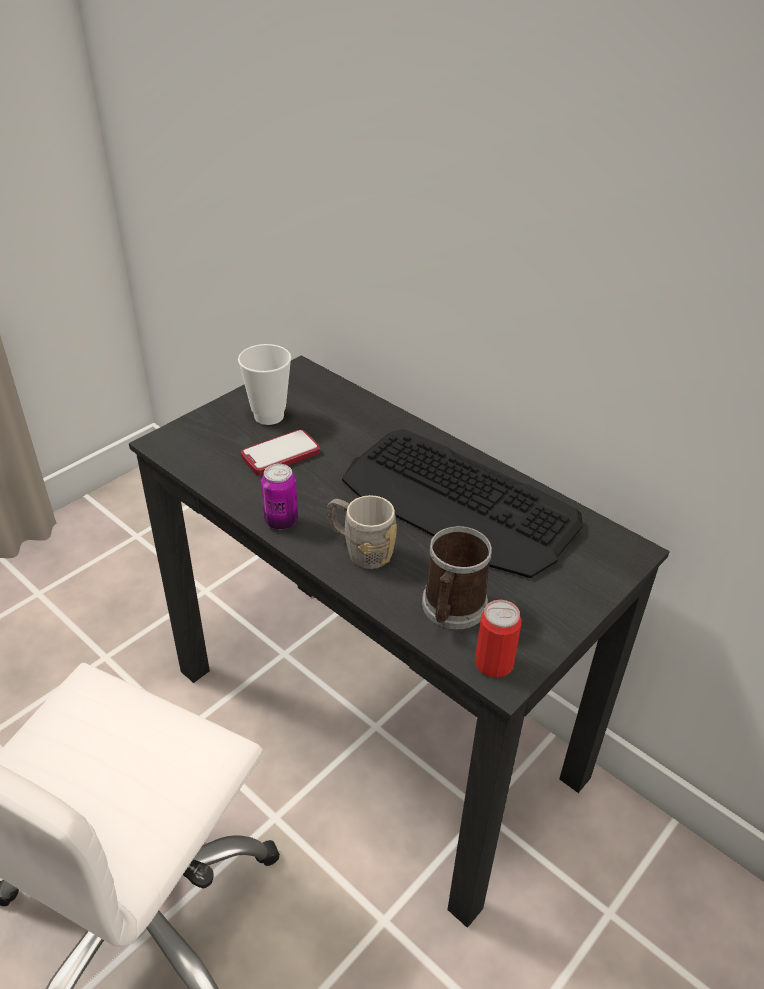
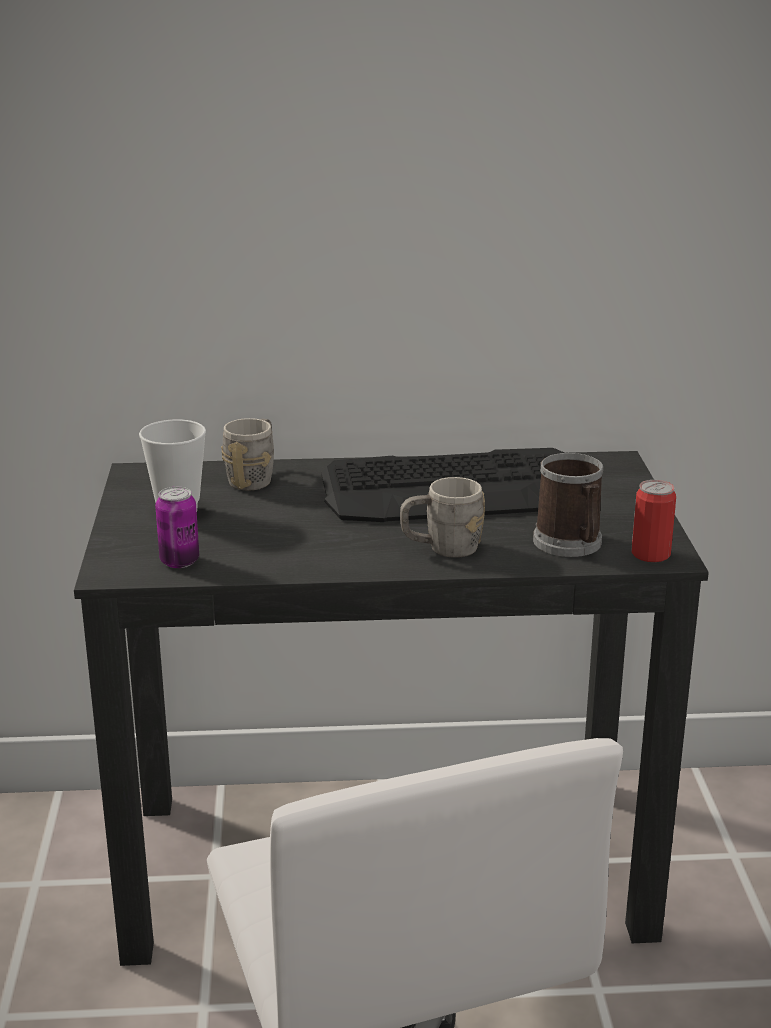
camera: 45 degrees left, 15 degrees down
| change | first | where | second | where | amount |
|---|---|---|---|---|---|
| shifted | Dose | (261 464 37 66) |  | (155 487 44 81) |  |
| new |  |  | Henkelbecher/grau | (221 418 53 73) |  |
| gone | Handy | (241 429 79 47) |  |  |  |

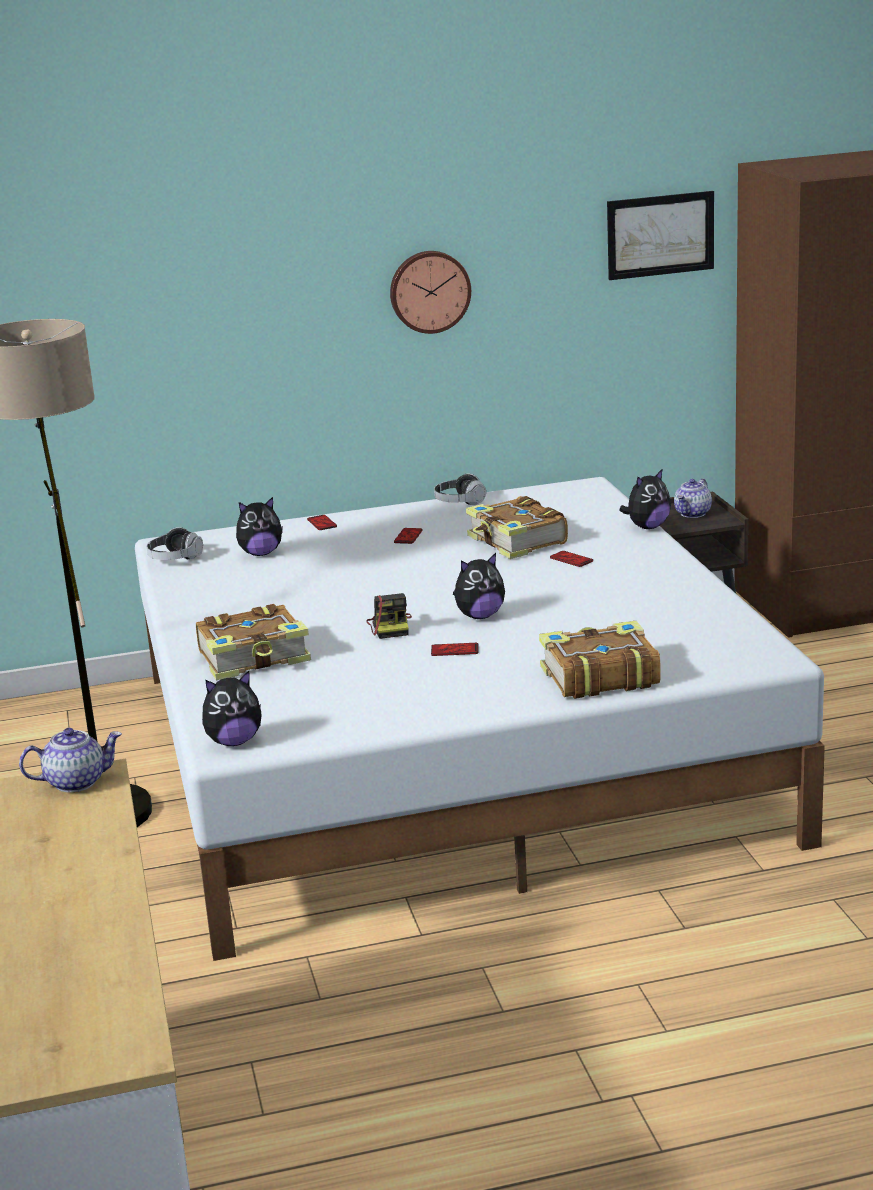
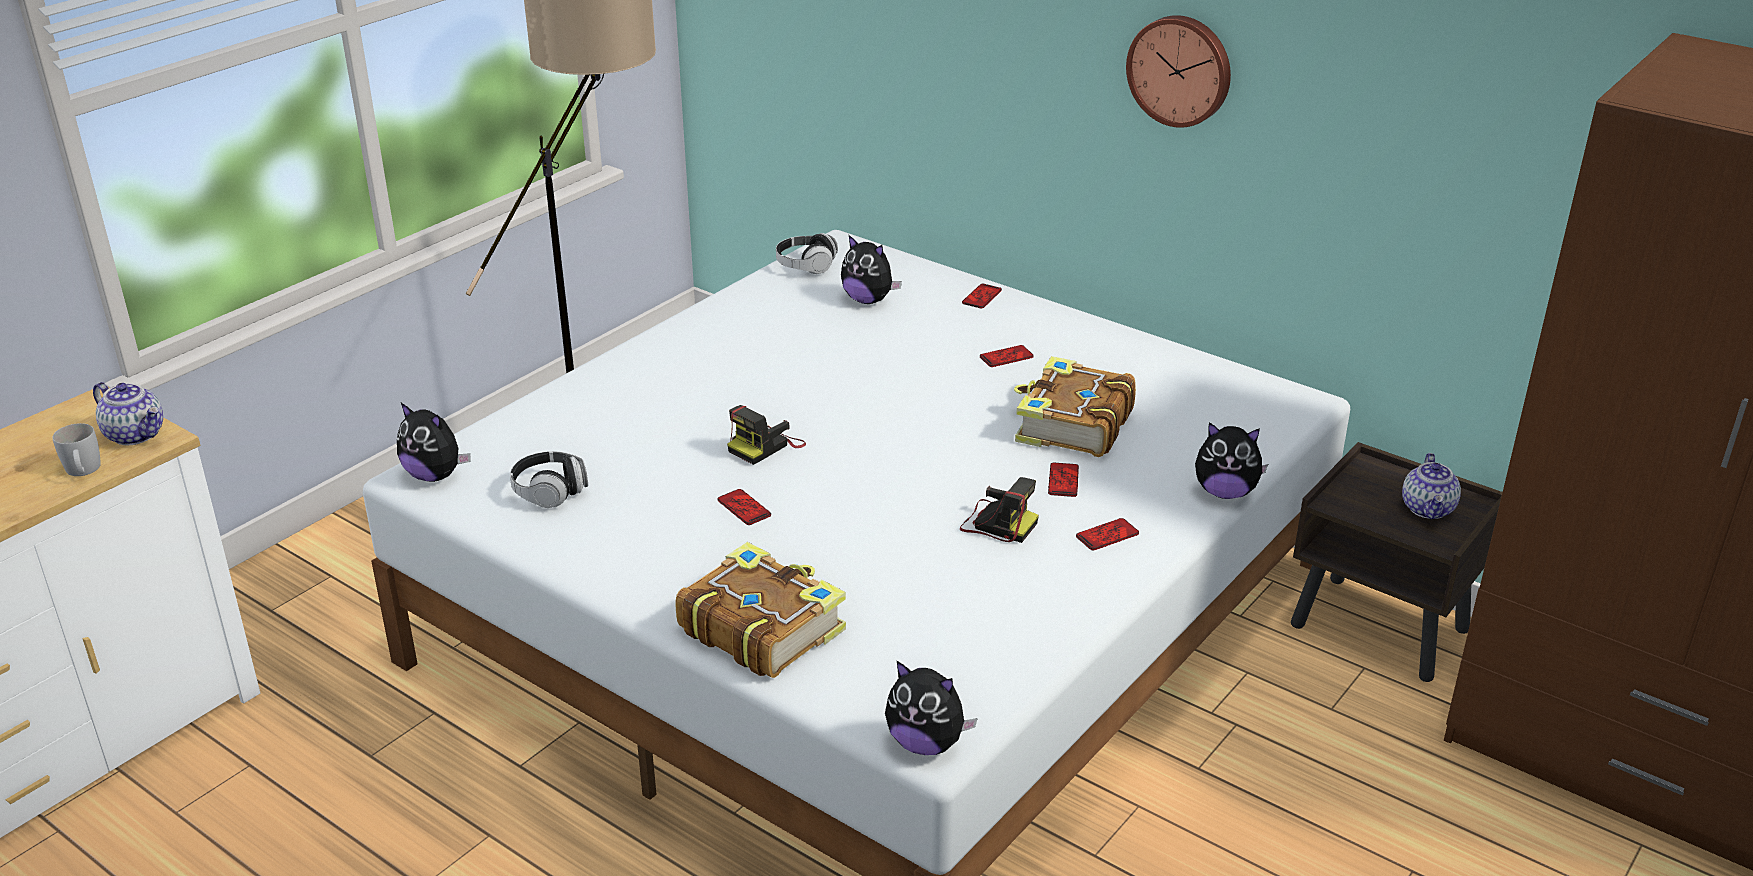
camera: 50 degrees right, 10 degrees up
| change | first | where | second | where | amount |
|---|---|---|---|---|---|
| new |  |  | Henkelbecher/weiß | (52 423 49 53) |  |
| shifted | Kopfhörer | (434 473 52 32) |  | (510 451 78 57) |  |
| shifted | Plüschtier | (453 553 52 66) |  | (885 661 93 94) |  |
| new |  |  | Kamera | (960 477 79 66) |  |
| new |  |  | Handy | (1076 518 63 32) |  |
| rotated | Teekanne | (674 478 38 40) |  | (1402 453 59 66) | 75 degrees counterclockwise |
| gone | Buch | (196 604 115 77) |  |  |  |
| gone | Bild | (607 191 107 89) |  |  |  |

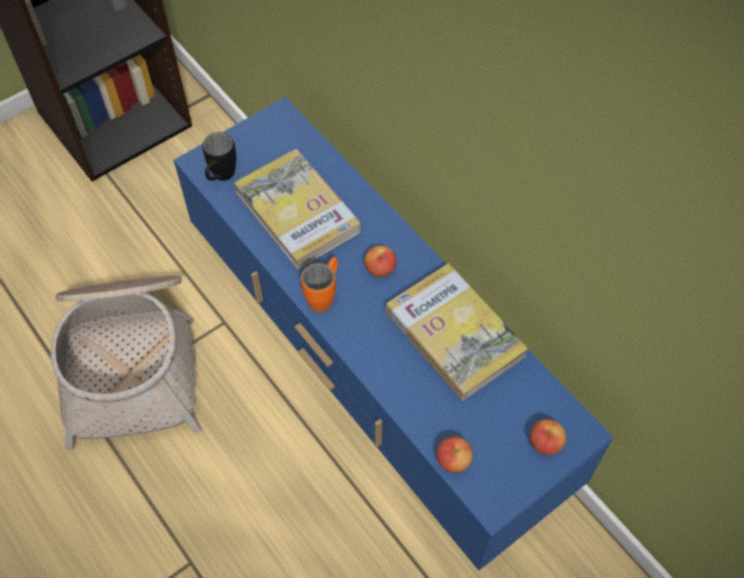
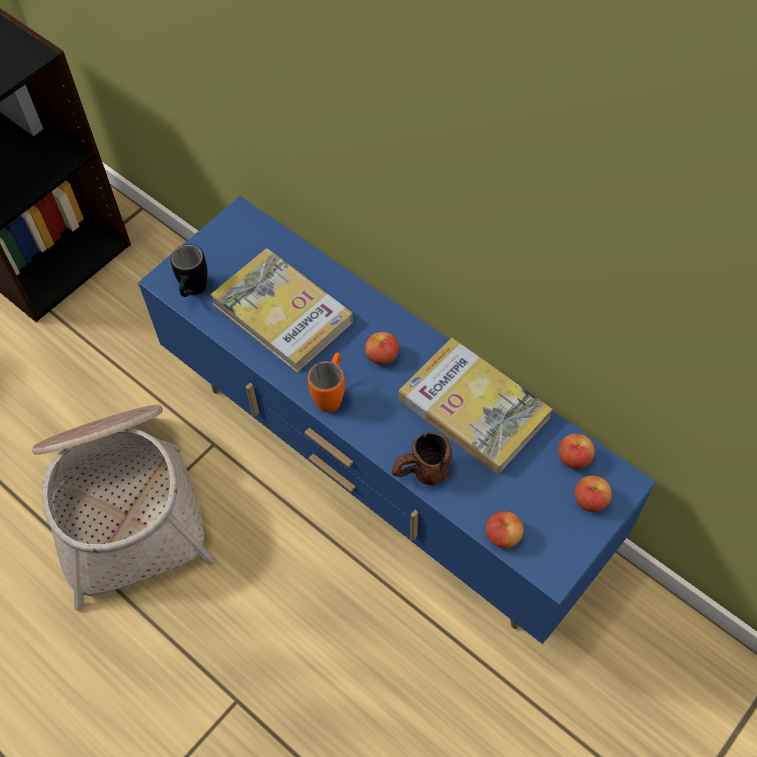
camera: 10 degrees left, 0 degrees up
| change | first | where | second | where | amount |
|---|---|---|---|---|---|
| new |  |  | Henkelbecher/braun | (392 432 61 53) |  |
| new |  |  | Apfel | (558 434 37 35) |  |

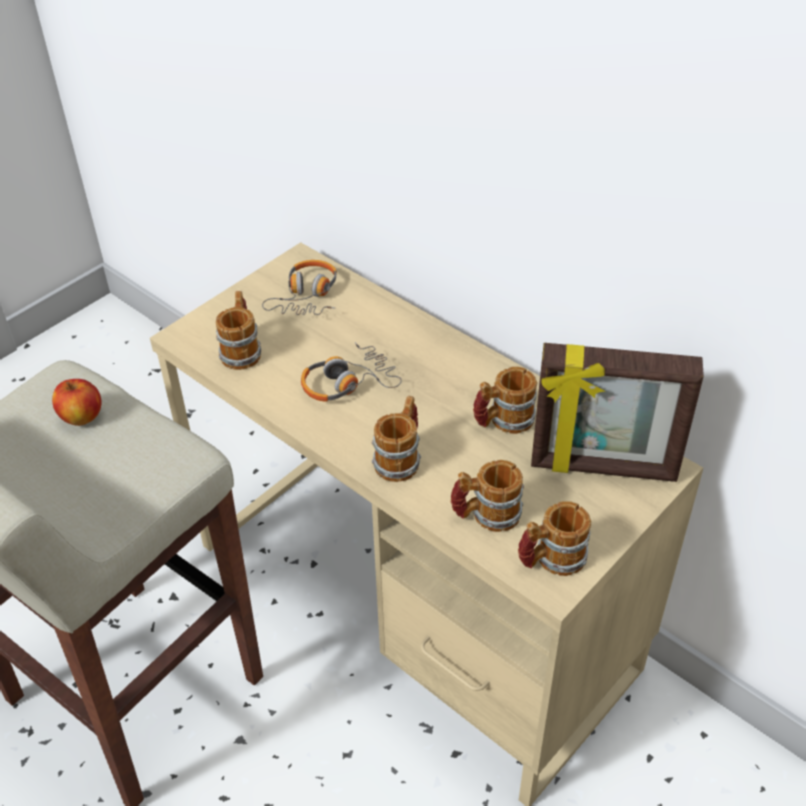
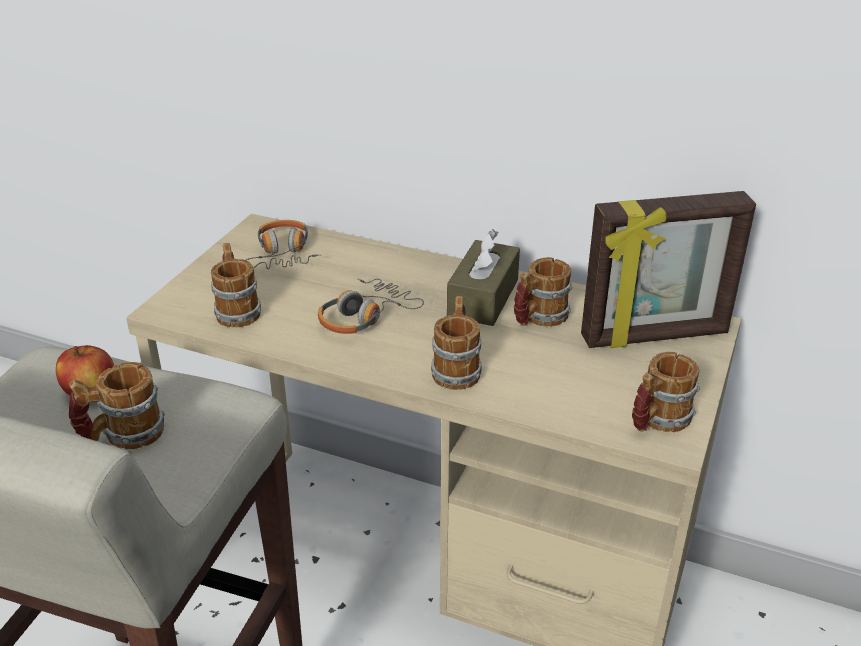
camera: 20 degrees left, 10 degrees down
| change | first | where | second | where | amount |
|---|---|---|---|---|---|
| shifted | Henkelbecher | (451 460 73 72) |  | (69 362 96 87) |  |
| new |  |  | Taschentuchbox/braun | (447 229 73 97) |  |

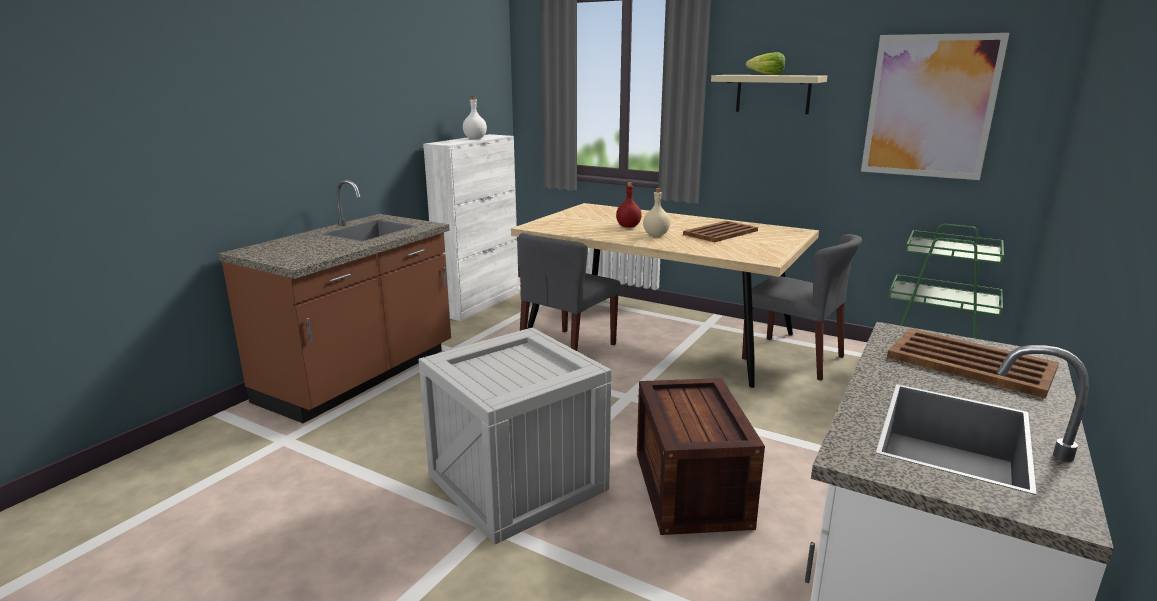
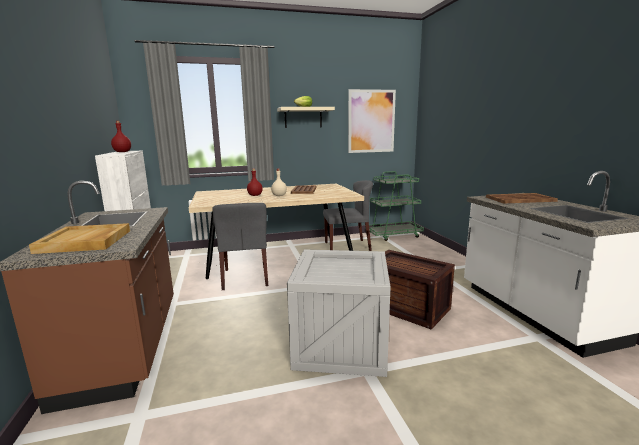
camera: 45 degrees left, 5 degrees down
| change | first | where | second | where | amount |
|---|---|---|---|---|---|
| new |  |  | Tablett/beige | (29 223 101 31) |  |
| repainted | Flasche/weiß | (463 96 24 43) | Flasche/rot | (111 121 20 31) |  |

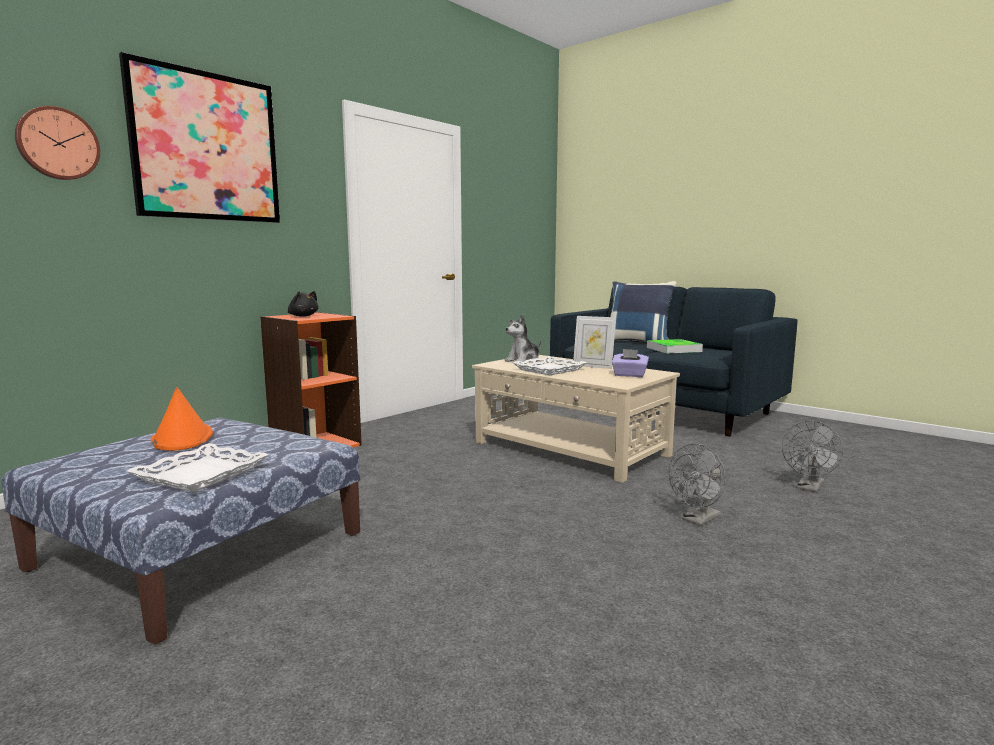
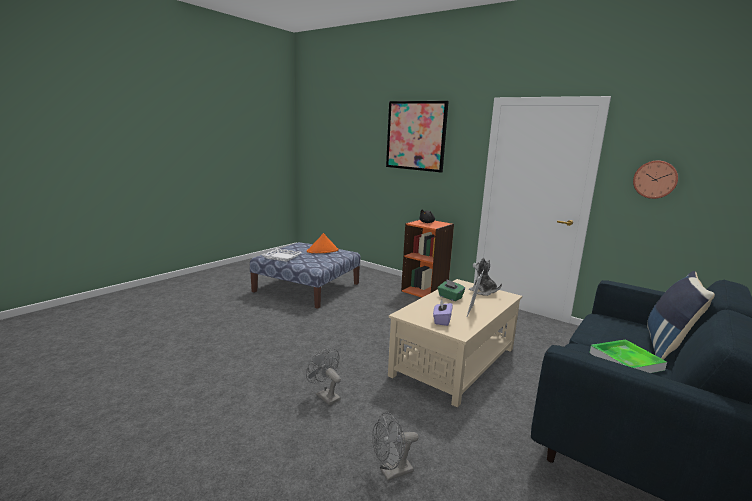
camera: 85 degrees right, 5 degrees up
| change | first | where | second | where | amount |
|---|---|---|---|---|---|
| rotated | Ventilator/grau | (782 421 61 71) |  | (372 412 47 69) | 60 degrees counterclockwise |
| swapped | Tablett/weiß | (513 356 73 19) | Taschentuchbox/grün | (438 279 27 22) |  |
| shifted | Wanduhr | (15 106 85 74) |  | (633 161 45 38) |  |

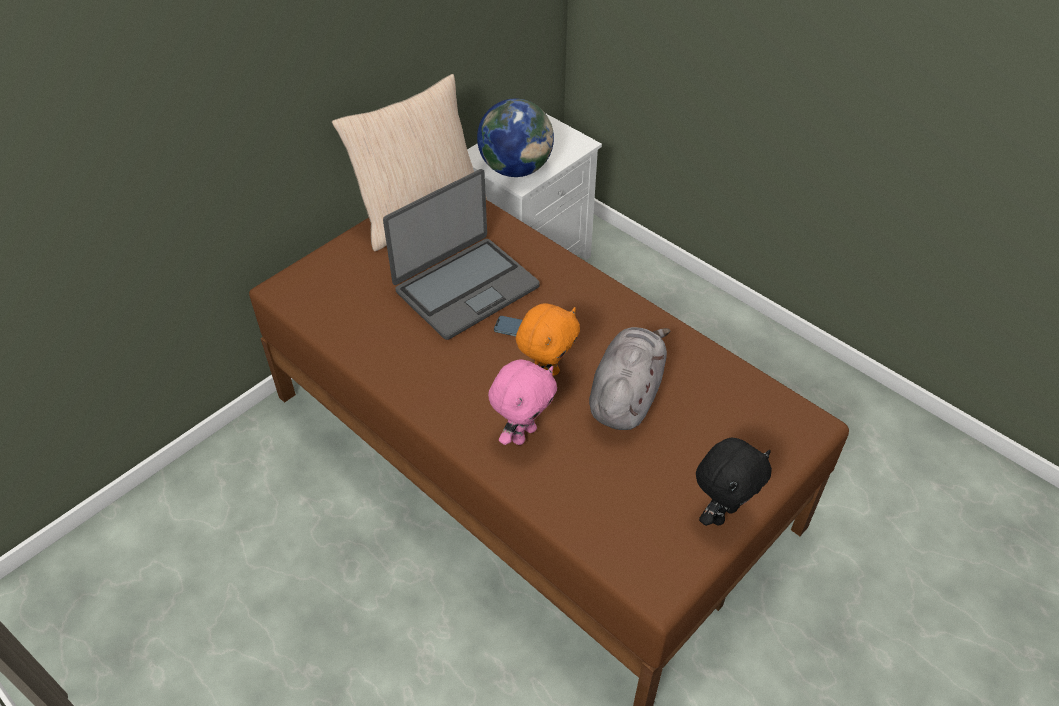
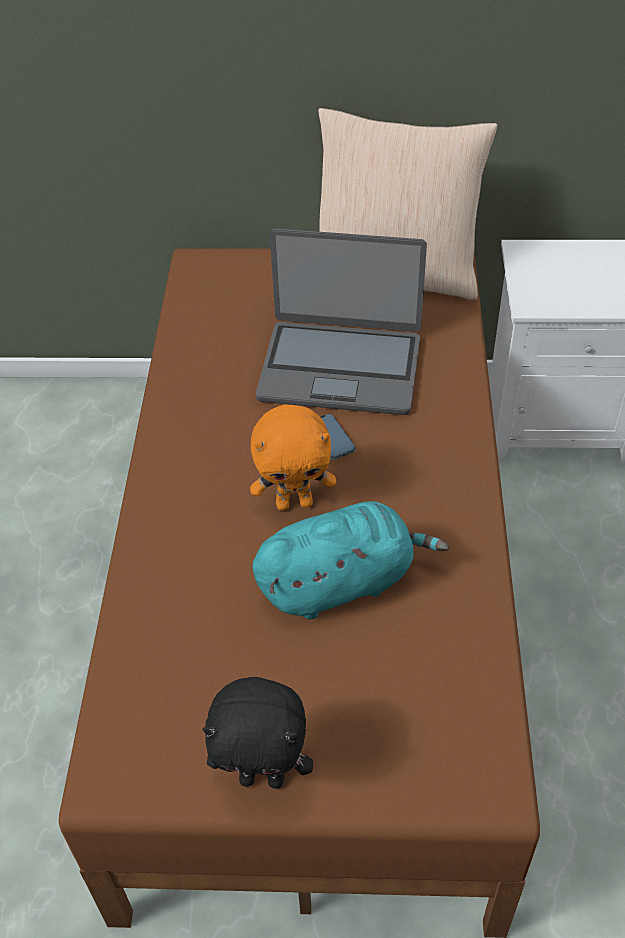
camera: 50 degrees right, 0 degrees up
| change | first | where | second | where | amount |
|---|---|---|---|---|---|
| repainted | Plüschtier/grau | (589 327 81 103) | Plüschtier/türkis | (252 501 197 118) |  |
| gone | Globus | (477 99 77 78) |  |  |  |
| gone | Plüschtier/rosa | (488 360 69 85) |  |  |  |

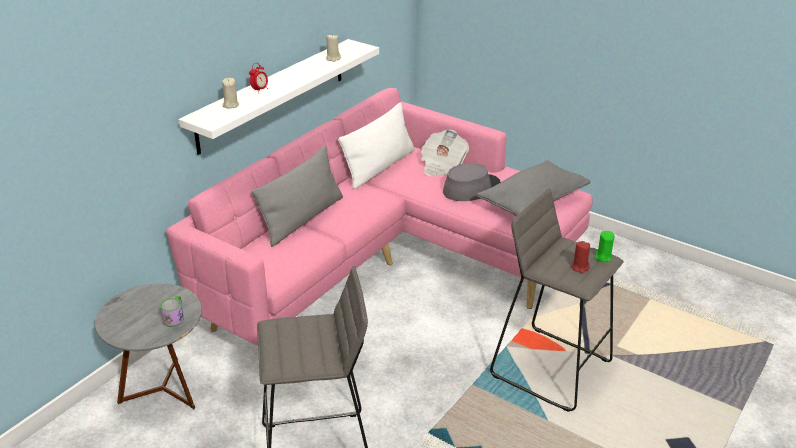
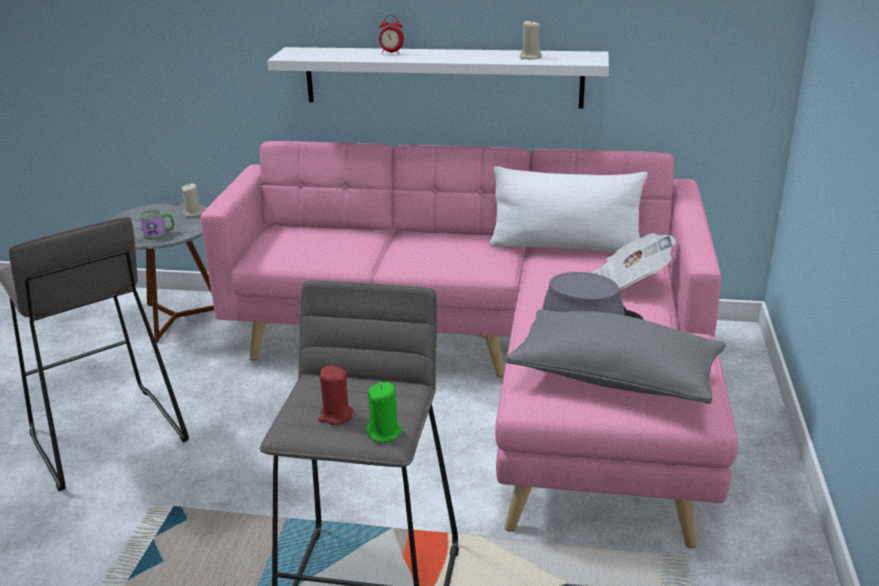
camera: 65 degrees right, 5 degrees down
| change | first | where | second | where | amount |
|---|---|---|---|---|---|
| shifted | Kerze/beige | (222 78 17 31) |  | (181 184 23 33) |  |
| gone | Kissen/grau | (252 146 91 101) |  |  |  |

